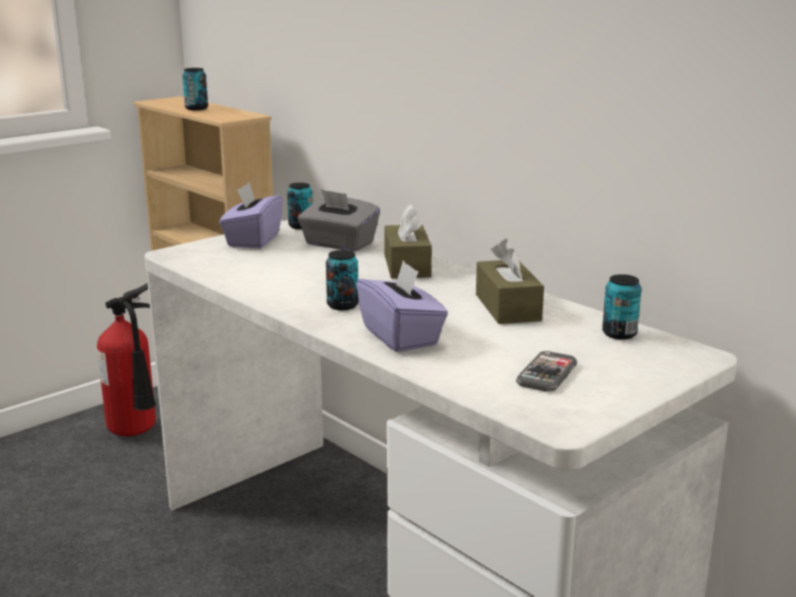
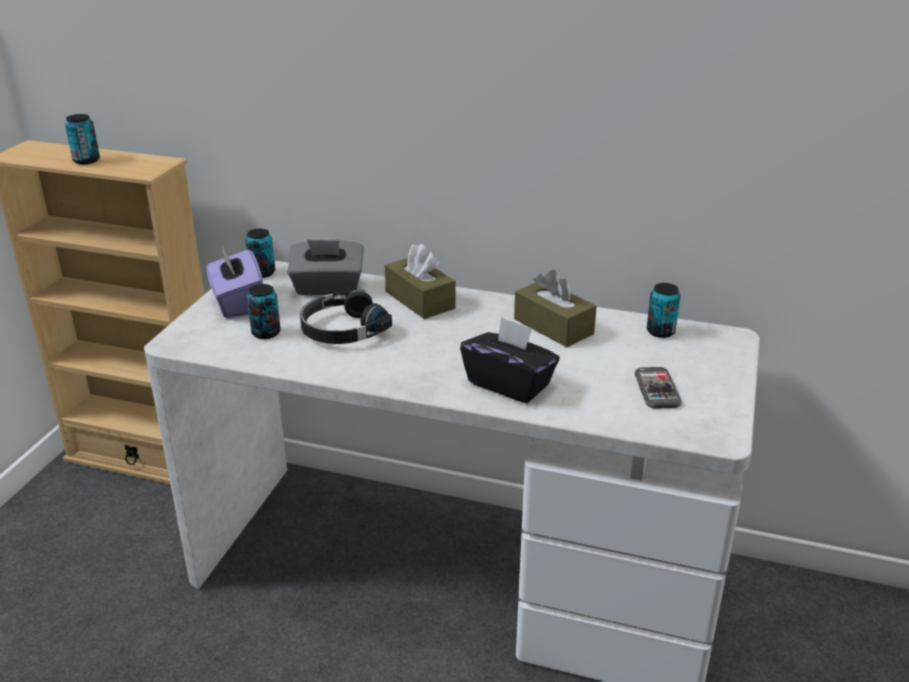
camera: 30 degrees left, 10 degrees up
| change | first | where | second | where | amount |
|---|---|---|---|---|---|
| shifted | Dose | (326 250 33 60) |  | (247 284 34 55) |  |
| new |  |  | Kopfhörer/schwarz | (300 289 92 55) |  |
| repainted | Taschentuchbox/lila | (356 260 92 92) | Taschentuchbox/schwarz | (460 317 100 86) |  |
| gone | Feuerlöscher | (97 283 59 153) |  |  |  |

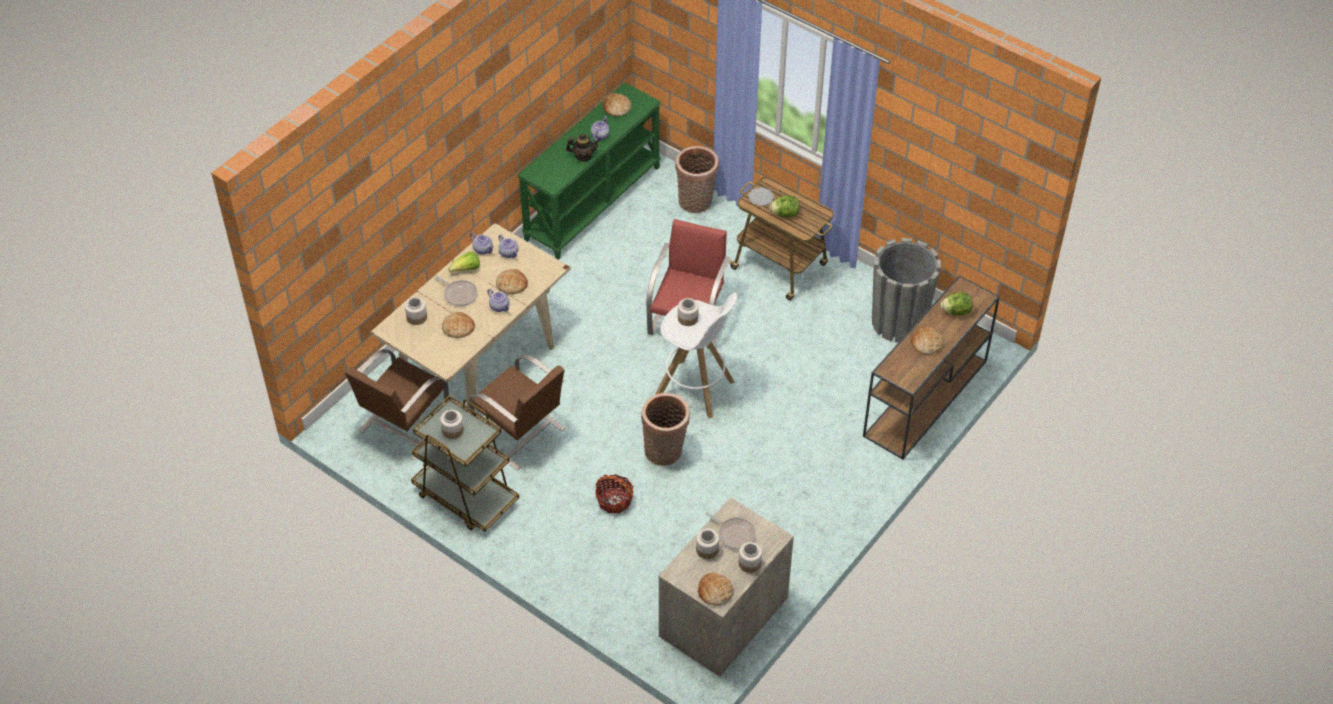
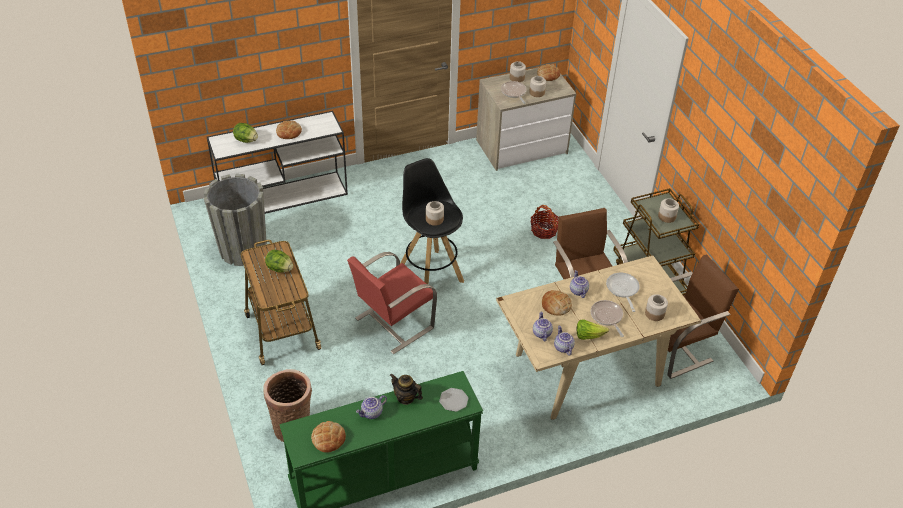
camera: 150 degrees left, 5 degrees down
| change | first | where | second | where | amount |
|---|---|---|---|---|---|
| repainted | Konsolentisch/braun | (863 275 137 185) | Konsolentisch/weiß | (207 111 141 103) |  |
| repainted | Hocker/weiß | (655 293 82 125) | Hocker/schwarz | (400 158 64 126) |  |
| shifted | Teller | (748 187 26 19) |  | (439 388 29 24) |  |
| swapped | Brot | (442 312 33 26) | Pfanne | (606 273 34 39) |  |
| gone | Korb | (641 393 49 73) |  |  |  |

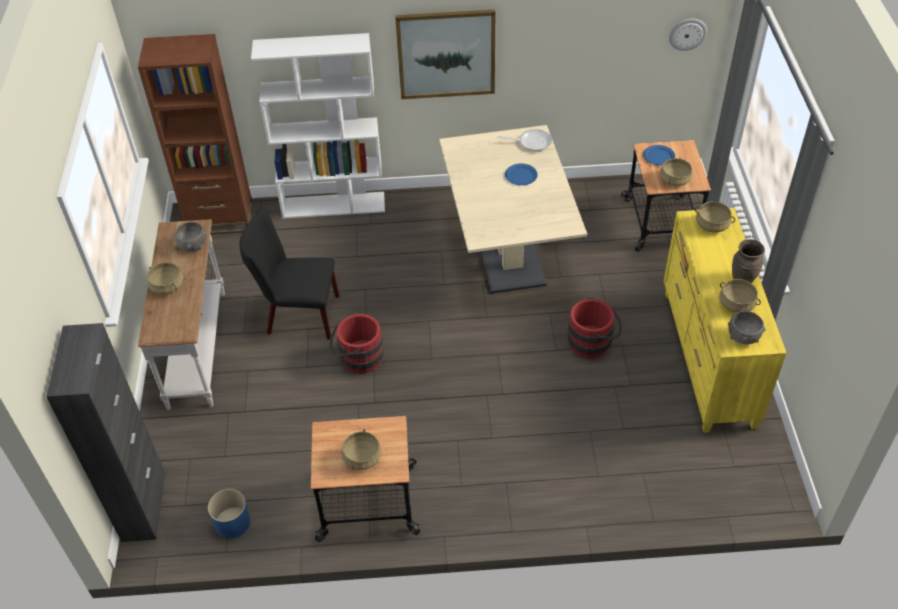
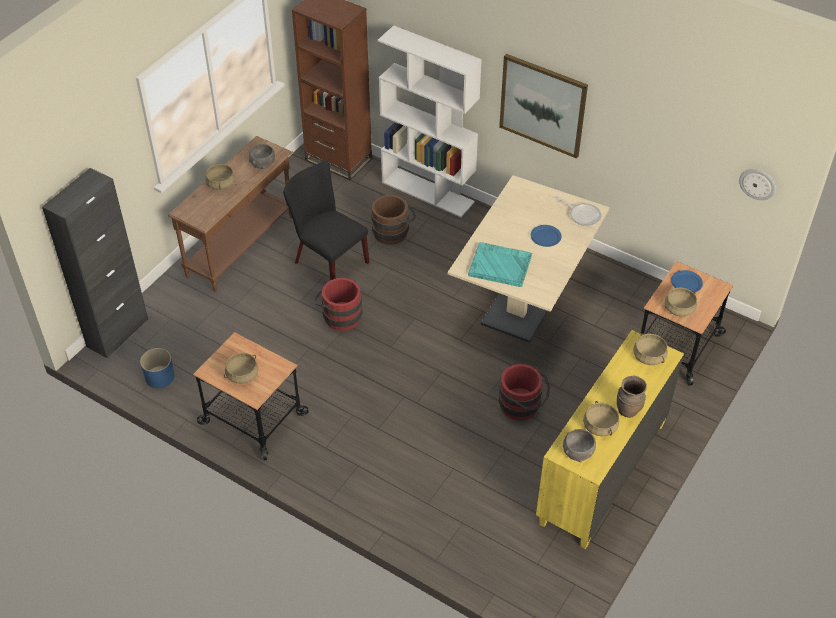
camera: 35 degrees right, 0 degrees up
| change | first | where | second | where | amount |
|---|---|---|---|---|---|
| repainted | Konsolentisch/weiß | (138 219 87 191) | Konsolentisch/braun | (168 136 125 156) |  |
| new |  |  | Eimer/braun | (371 195 45 50) |  |
| new |  |  | Tablett/türkis | (468 242 64 45) |  |

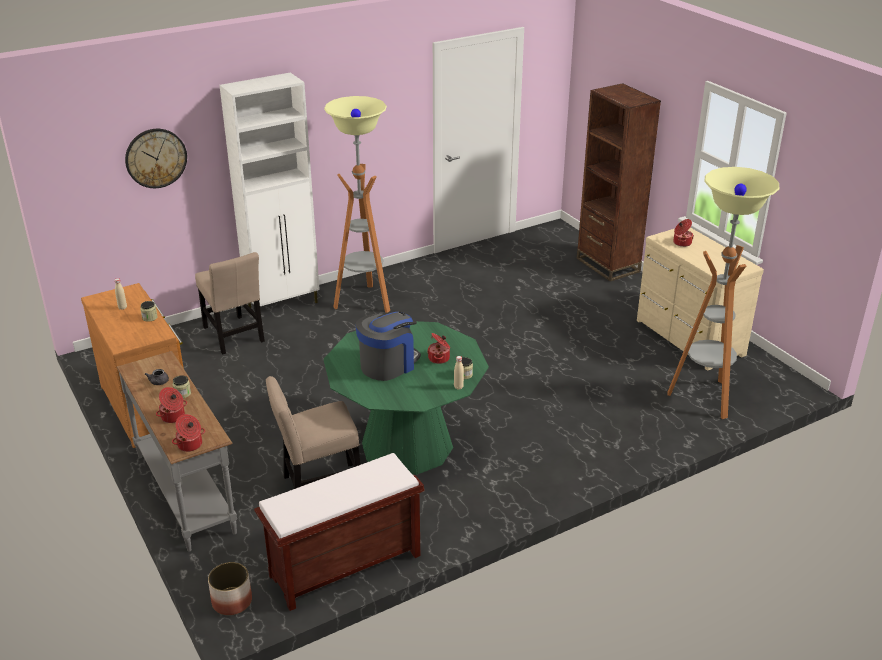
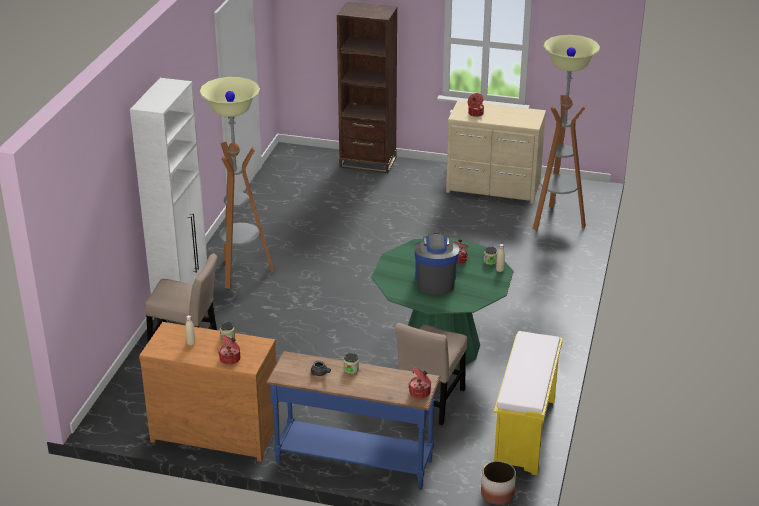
camera: 45 degrees left, 0 degrees up
| change | first | where | second | where | amount |
|---|---|---|---|---|---|
| shifted | Kochtopf | (156 387 31 36) |  | (218 335 22 30) |  |
| repainted | Konsolentisch/grau | (117 351 120 201) | Konsolentisch/blau | (266 351 175 139) |  |
| repainted | Bank/braun | (254 453 170 158) | Bank/gelb | (494 331 69 144) |  |
| gone | Wanduhr | (125 129 62 59) |  |  |  |

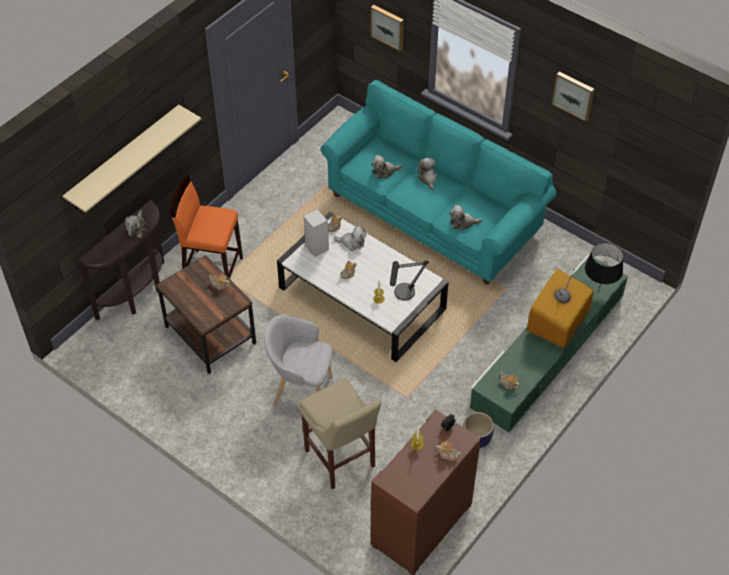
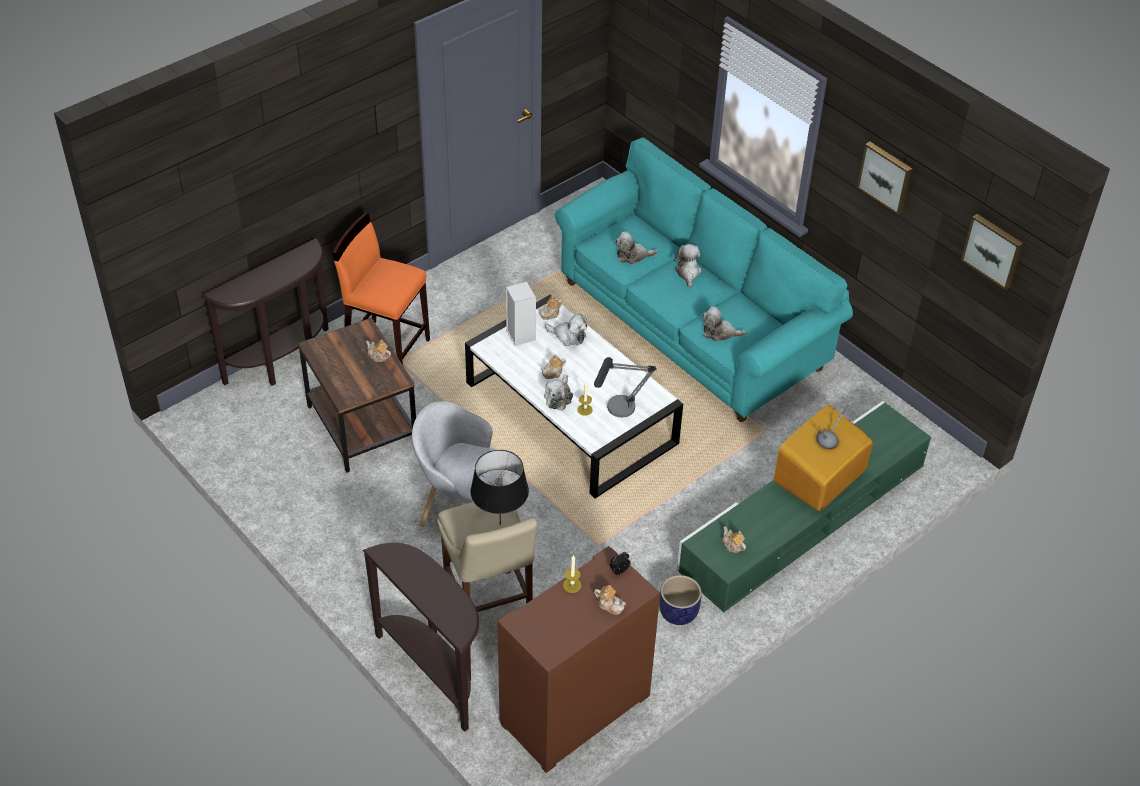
camera: 10 degrees right, 5 degrees down
| change | first | where | second | where | amount |
|---|---|---|---|---|---|
| new |  |  | Konsolentisch/braun | (362 542 117 190) |  |
| shifted | Tischlampe/schwarz | (585 243 38 46) |  | (471 450 58 75) |  |
| shifted | Plüschtier | (125 210 22 28) |  | (544 375 29 36) |  |
| shifted | Bild | (371 5 33 46) |  | (961 214 62 76) |  |
| gone | Wandregal/beige | (63 105 138 107) |  |  |  |

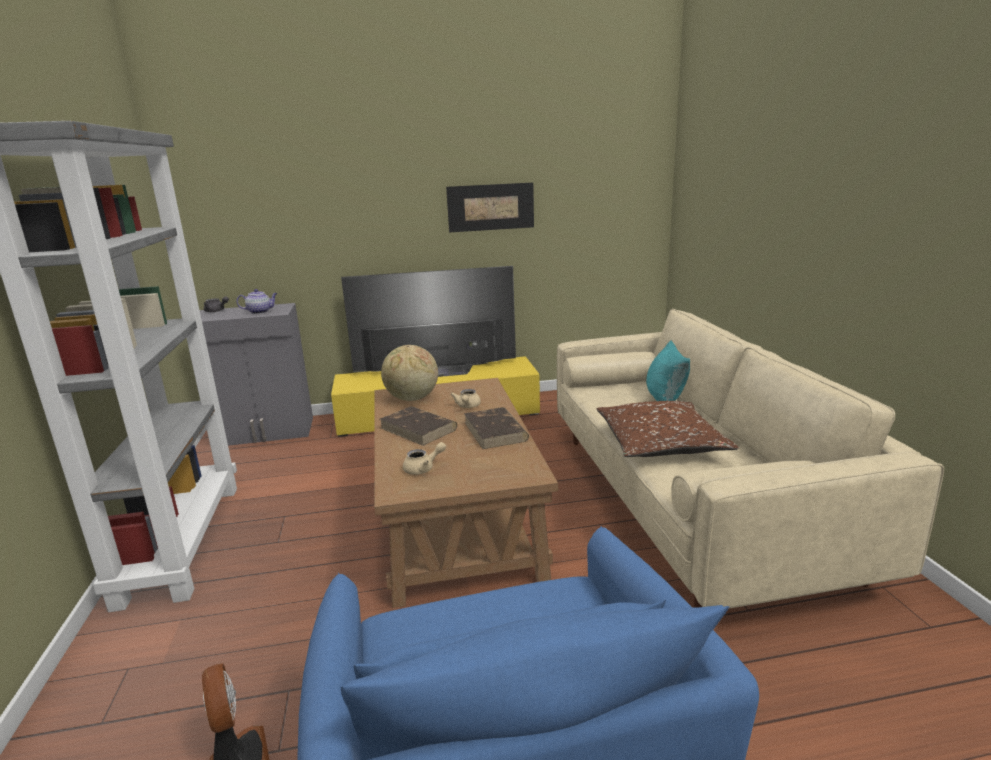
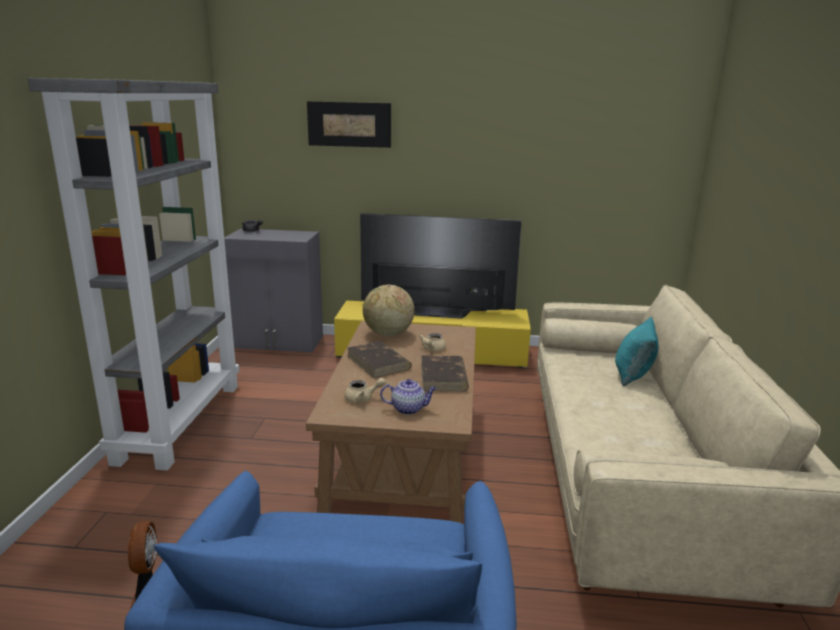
camera: 15 degrees right, 0 degrees up
| change | first | where | second | where | amount |
|---|---|---|---|---|---|
| shifted | Bild | (446 183 88 50) |  | (307 101 84 47) |  |
| shifted | Teekanne | (236 289 42 25) |  | (380 379 57 36) |  |
| gone | Kissen/braun | (597 401 142 56) |  |  |  |

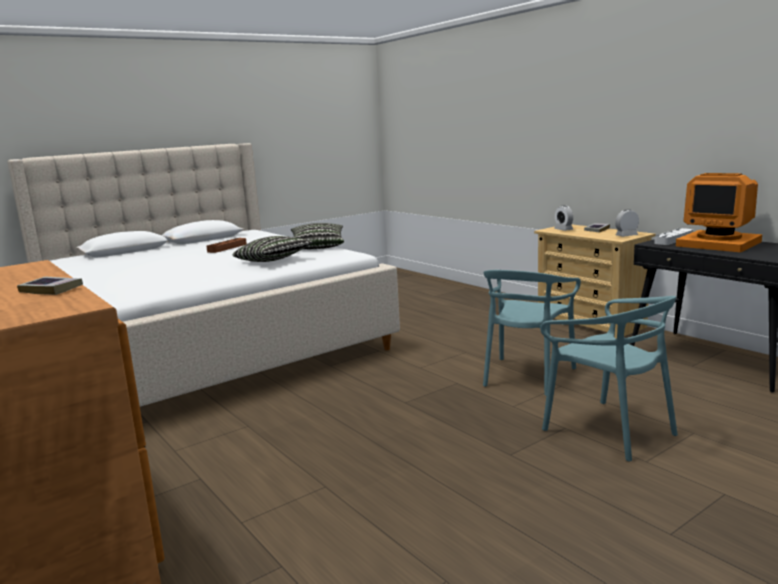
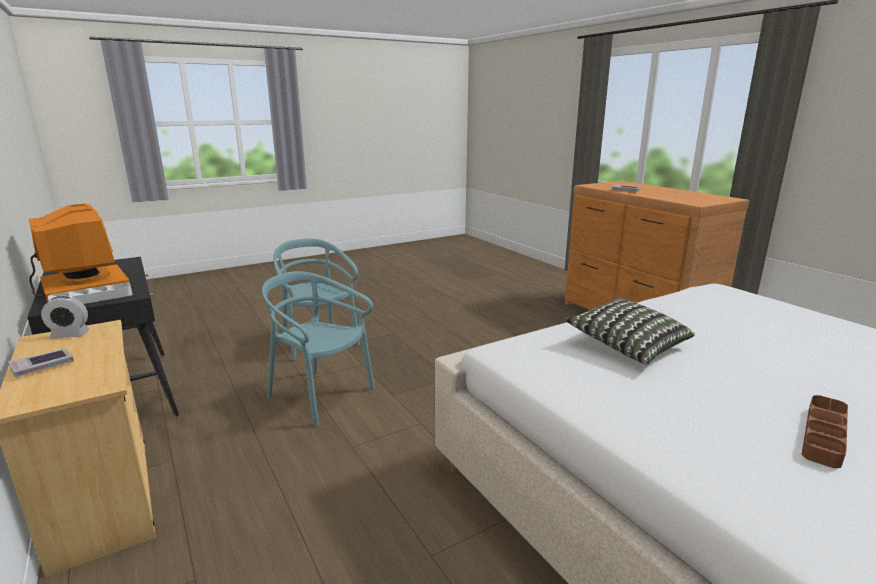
camera: 175 degrees left, 5 degrees up
| change | first | where | second | where | amount |
|---|---|---|---|---|---|
| rotated | Stuhl/türkis | (483 270 98 126) |  | (262 271 113 155) | 90 degrees counterclockwise |
| gone | Kissen | (291 223 53 26) |  |  |  |
| gone | Wecker | (554 206 19 25) |  |  |  |

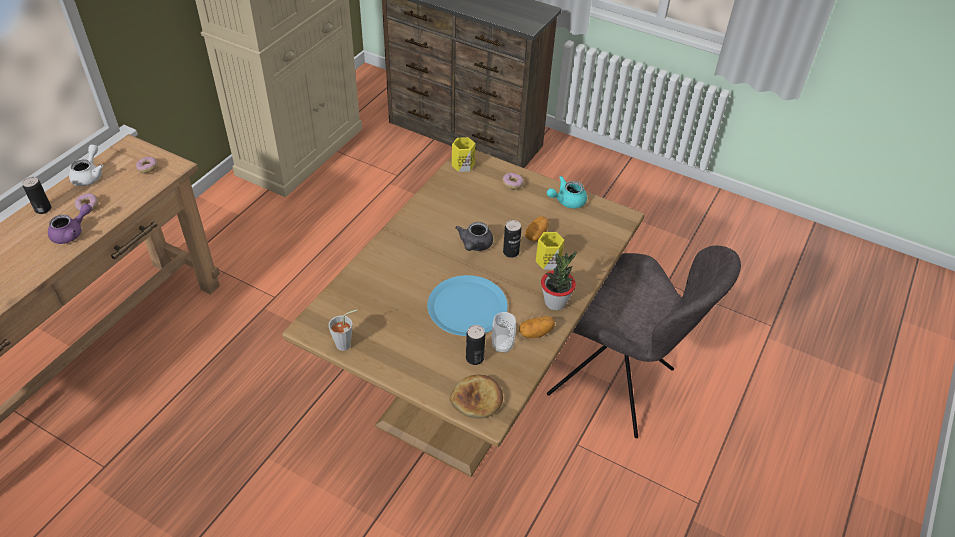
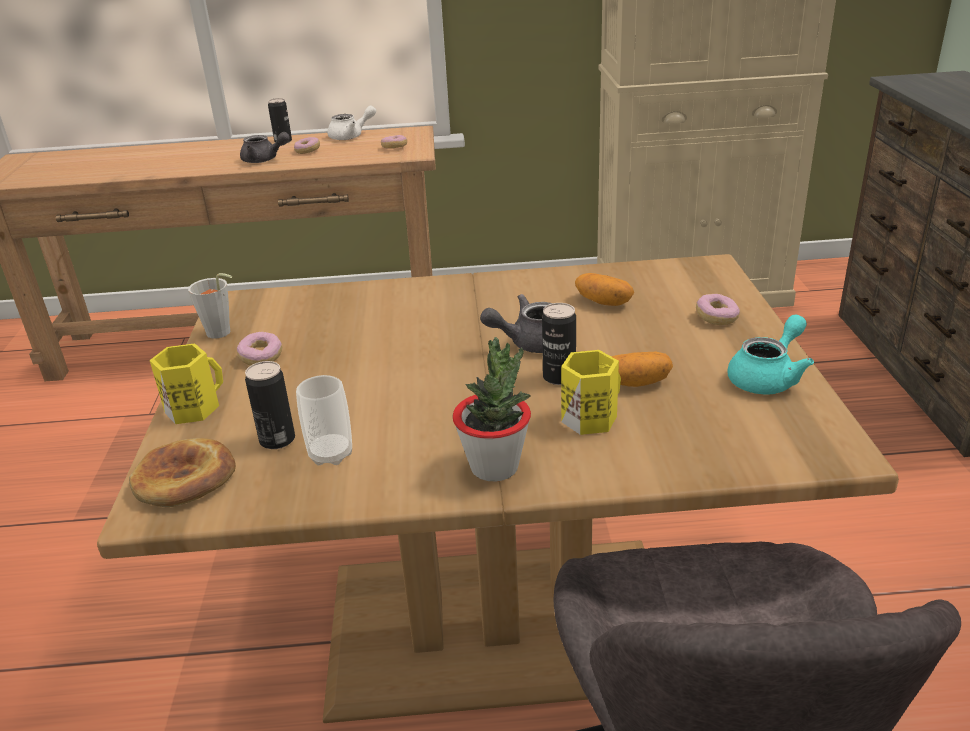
camera: 60 degrees right, 15 degrees down
| change | first | where | second | where | amount |
|---|---|---|---|---|---|
| shifted | Henkelbecher/gelb | (452 137 23 35) |  | (150 343 73 81) |  |
| new |  |  | Donut | (237 332 45 33) |  |
| repainted | Teekanne/lila | (48 204 44 40) | Teekanne/grau | (240 132 50 31) |  |
| shifted | Kartoffel | (519 316 36 22) |  | (575 273 59 33) |  |
| rotated | Teekanne/türkis | (547 176 40 32) |  | (727 315 87 79) | 105 degrees clockwise |
| gone | Teller/blau | (427 275 81 61) |  |  |  |

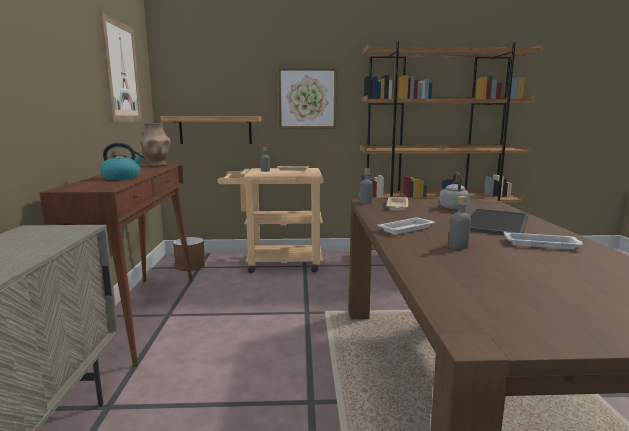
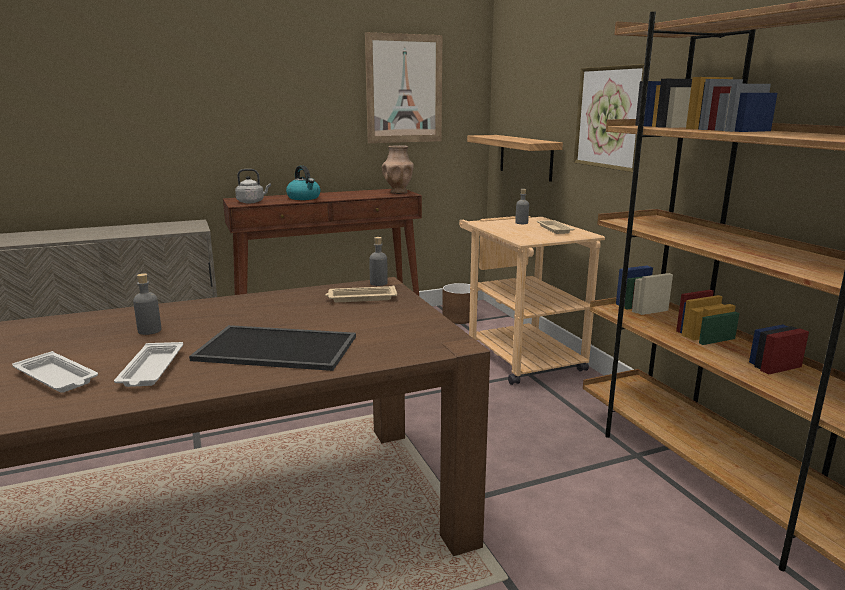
camera: 70 degrees right, 5 degrees up
| change | first | where | second | where | amount |
|---|---|---|---|---|---|
| shifted | Tablett/weiß | (377 217 58 17) |  | (12 351 86 42) |  |
| shifted | Wasserkessel/grau | (439 172 31 37) |  | (235 169 36 34) |  |

